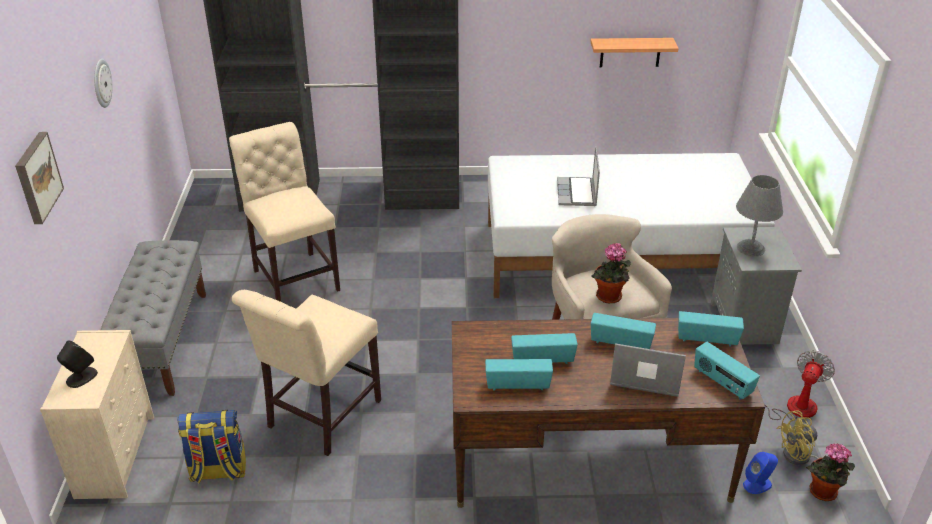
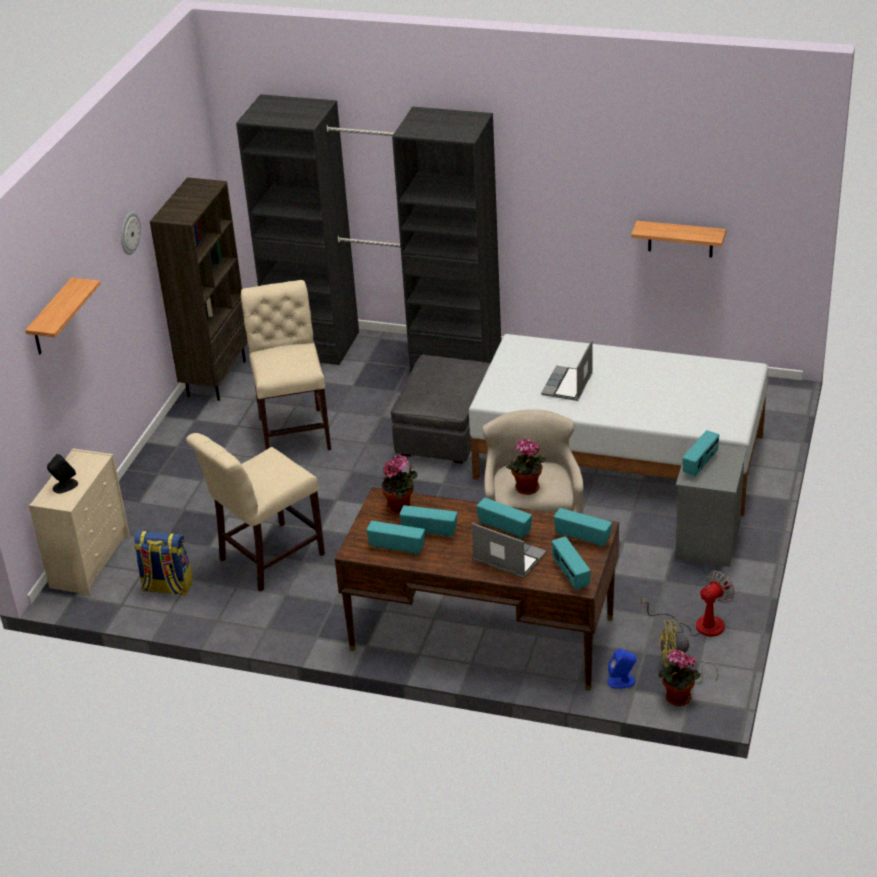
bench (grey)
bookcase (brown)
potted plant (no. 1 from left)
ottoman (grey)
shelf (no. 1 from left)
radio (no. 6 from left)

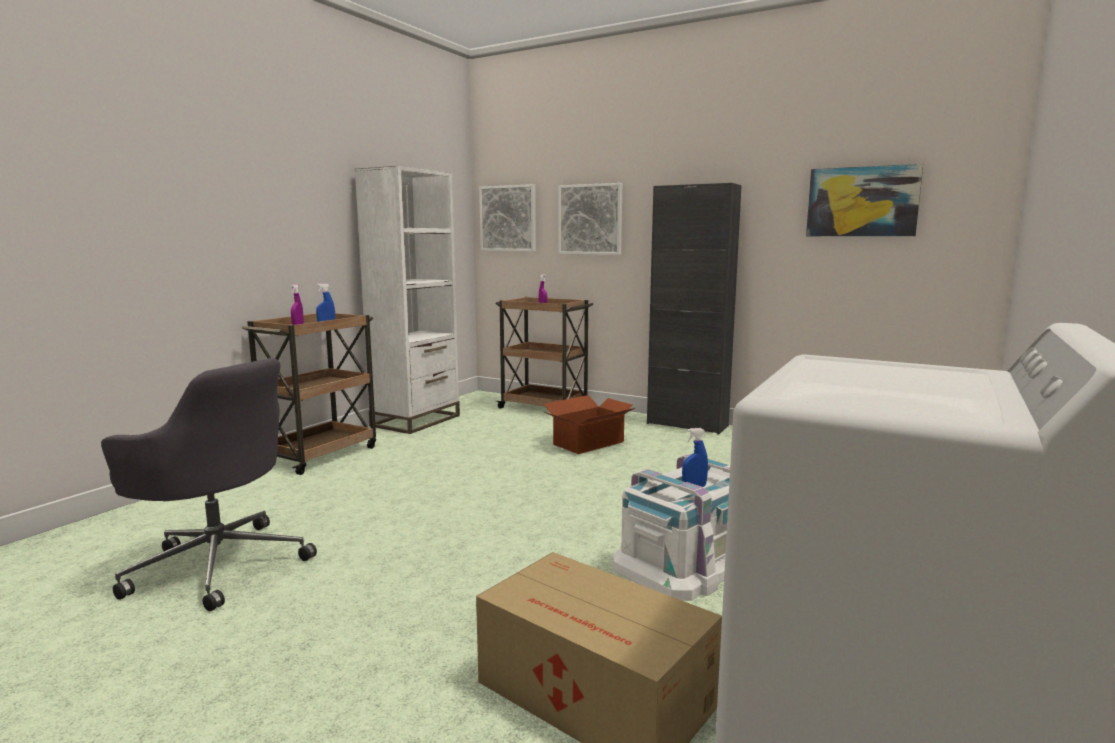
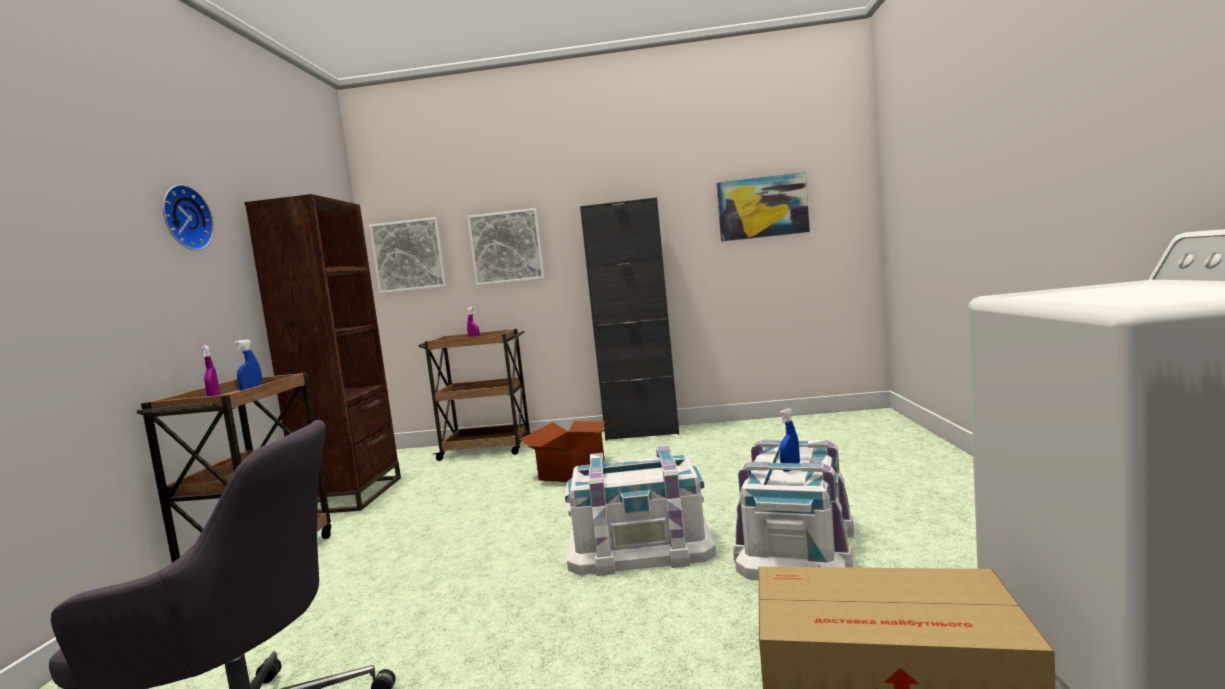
wall clock
storage box (white) (no. 1 from left)
bookcase (brown)

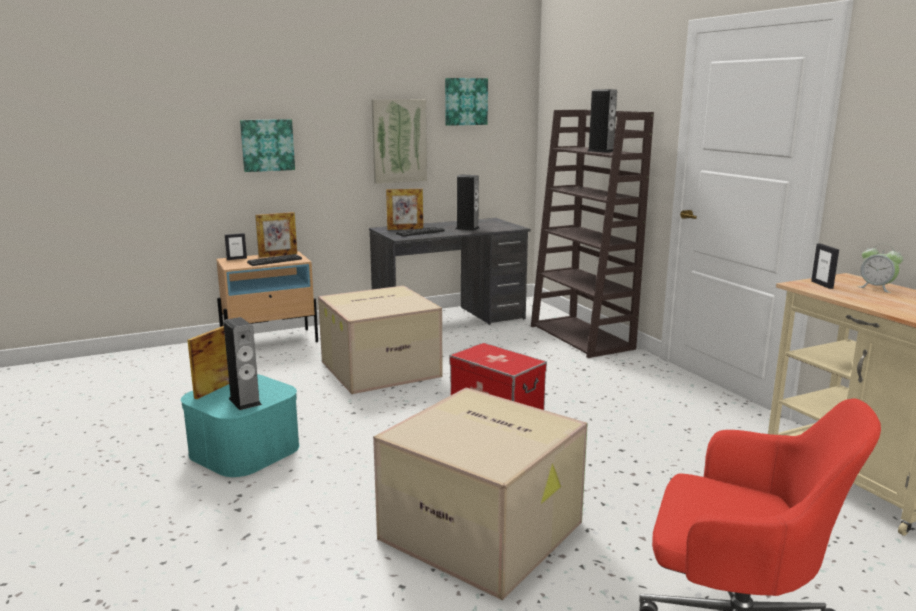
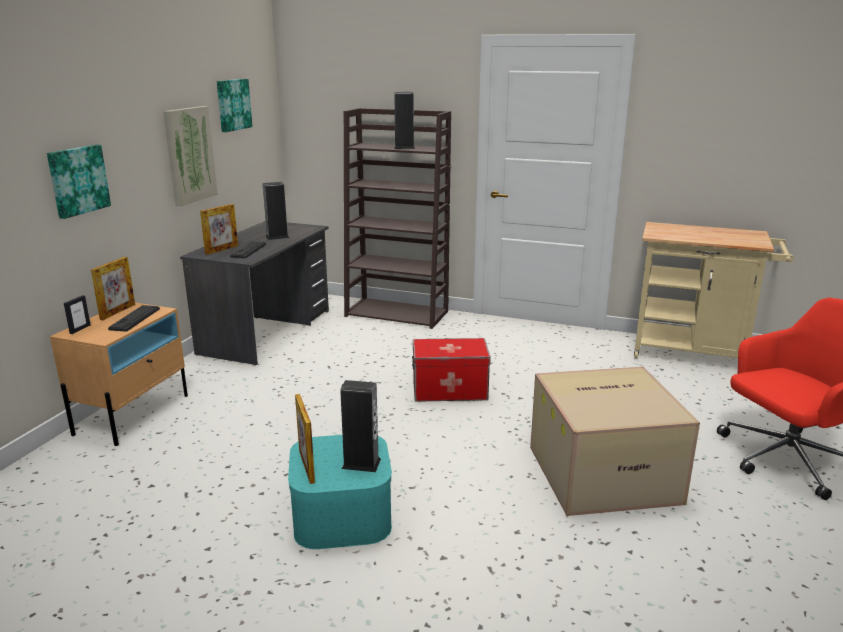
cardboard box (no. 1 from left in the first image)
picture frame (no. 5 from left in the first image)
alarm clock

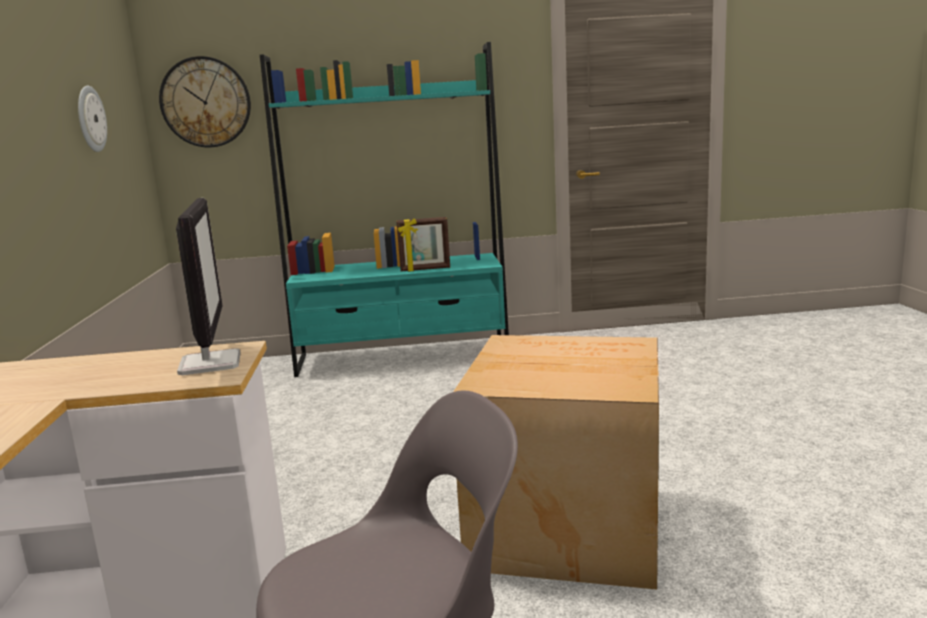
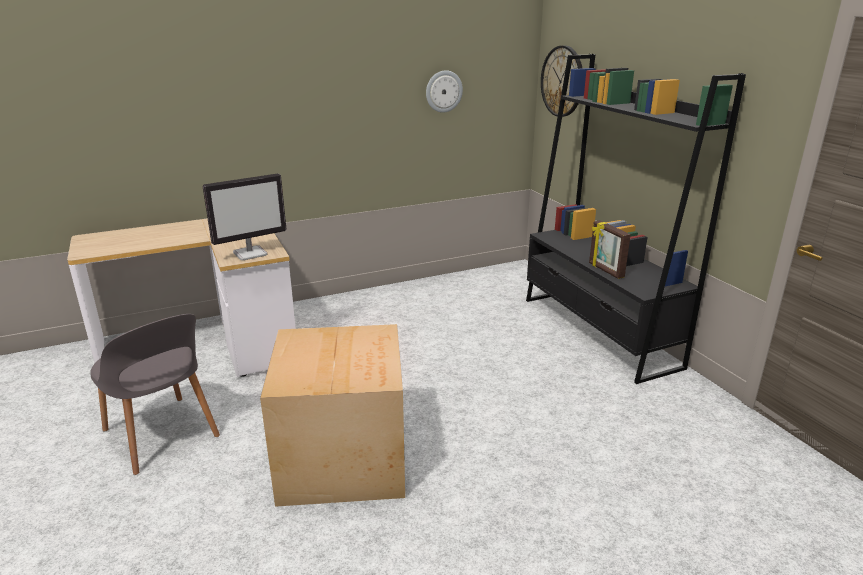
bookcase (black)

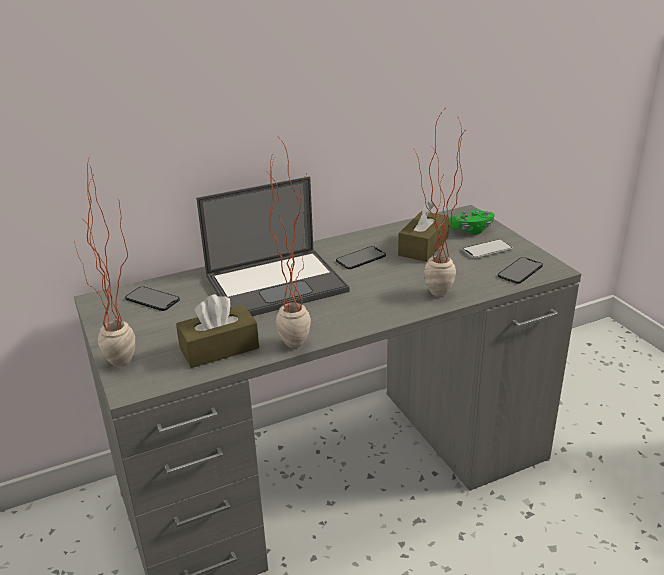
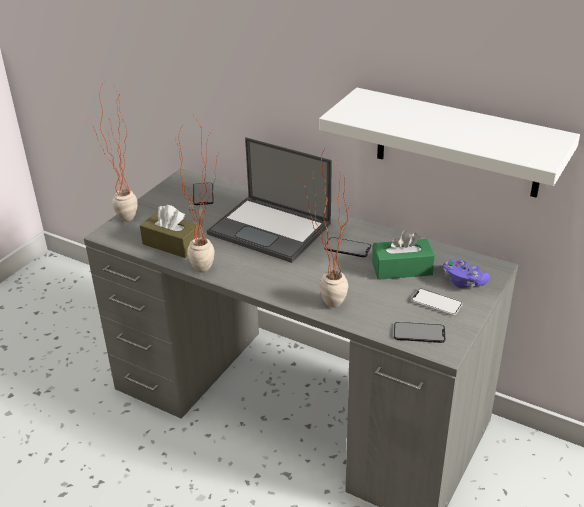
shelf (white)
tissue box (green)
game controller (purple)

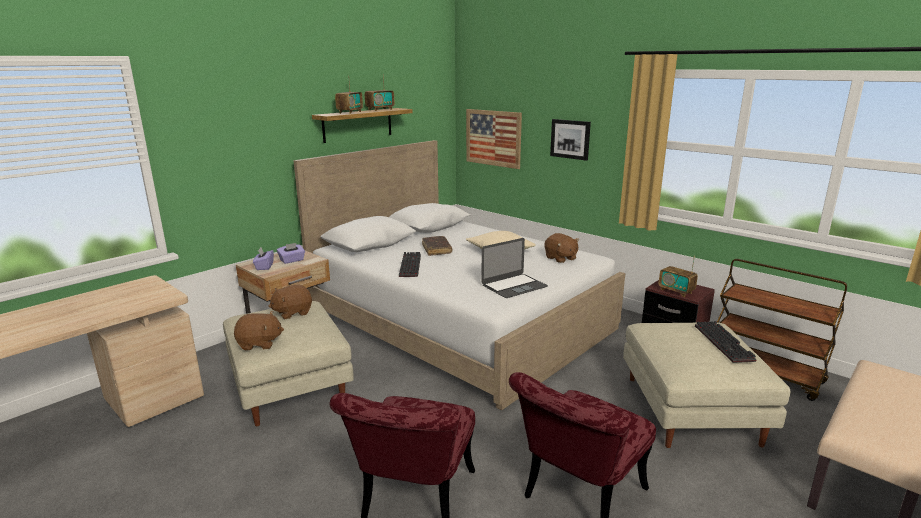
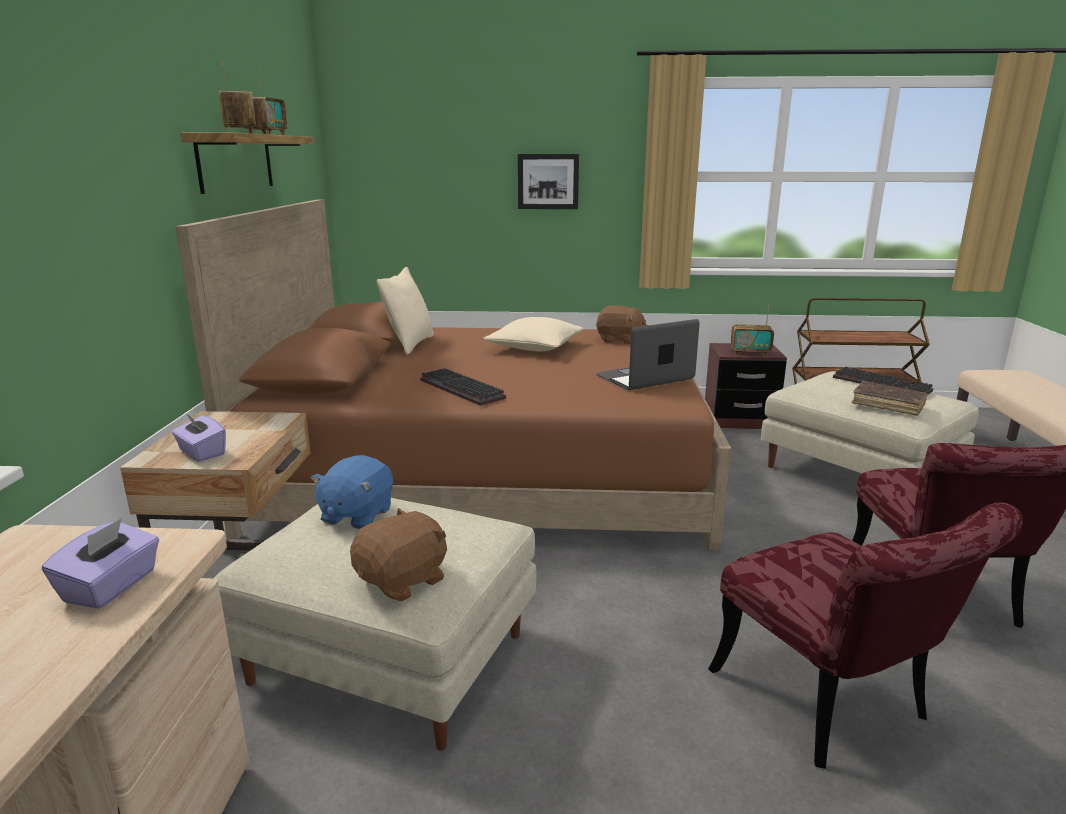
picture (no. 1 from left in the first image)
pillow (beige) (no. 1 from left)
tissue box (purple) (no. 1 from left)
book (brown)
plush toy (blue)
bed (brown)
laptop

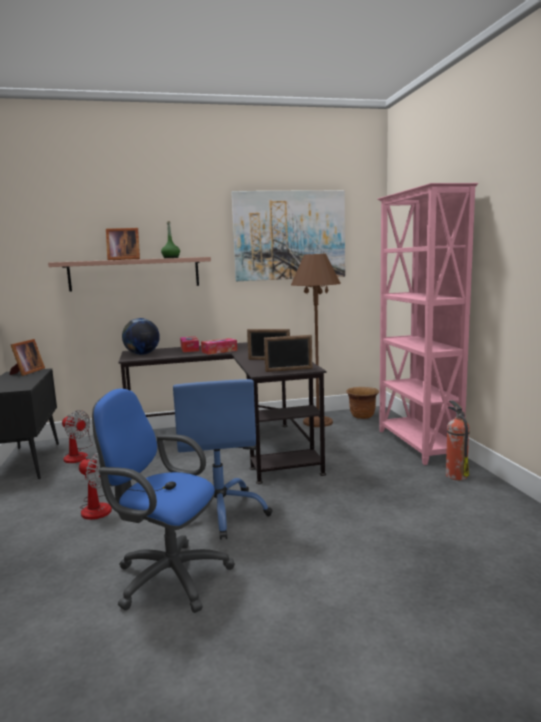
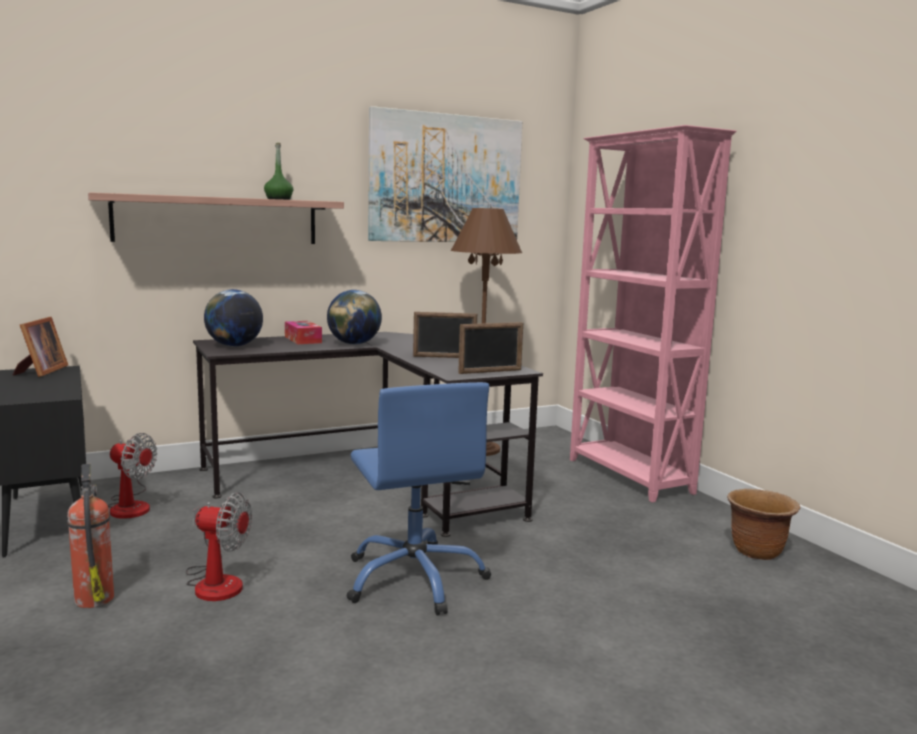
office chair (blue) (no. 1 from left in the first image)
picture frame (no. 2 from left in the first image)
planter (brown)
fire extinguisher
globe (no. 2 from left)

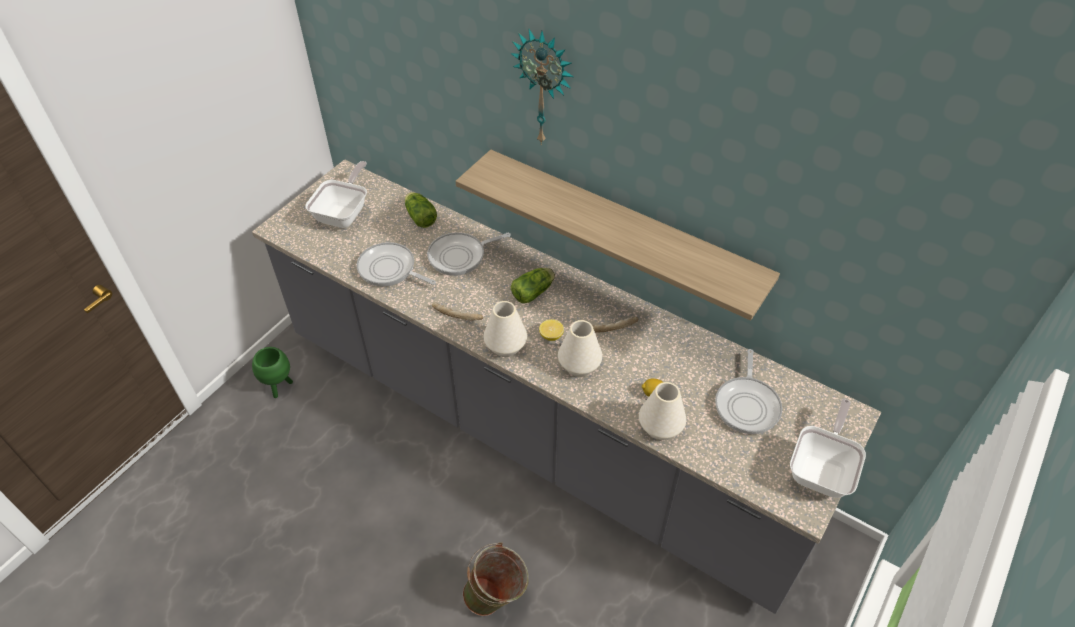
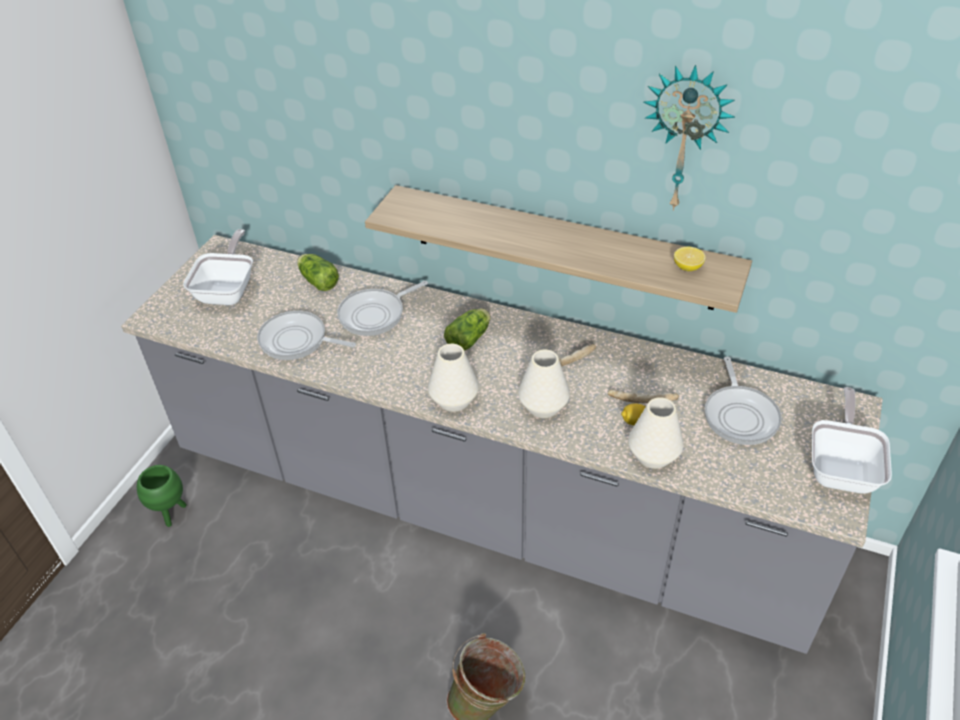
bread (no. 2 from left)
wall clock
lemon (no. 2 from left)

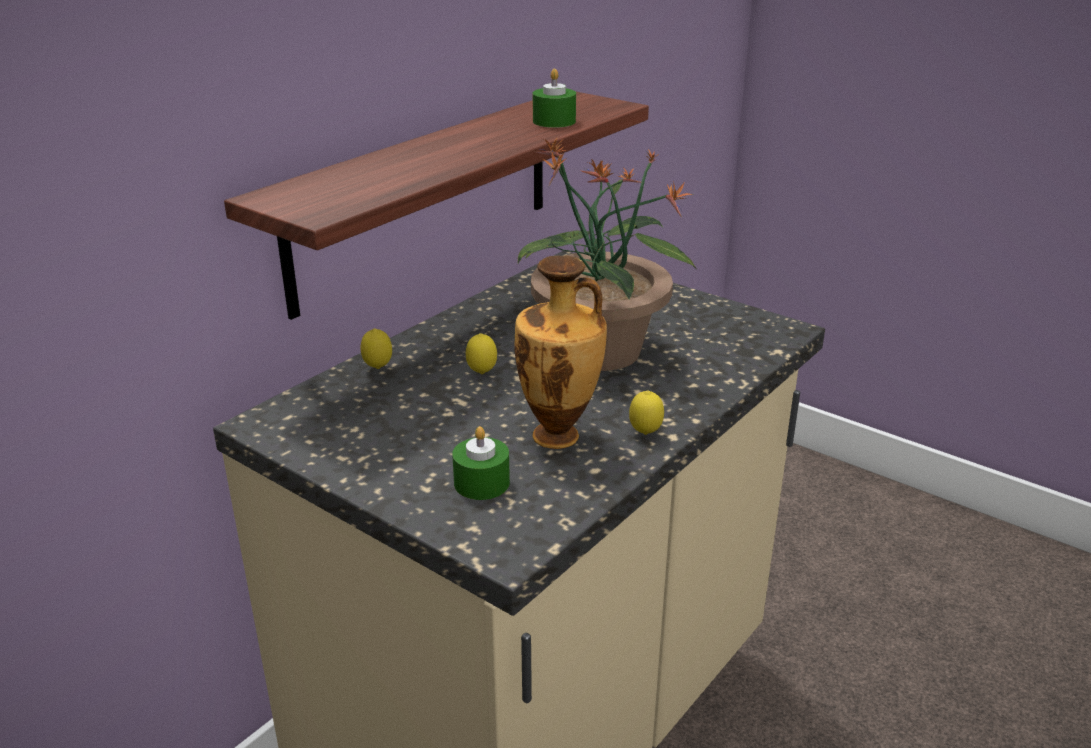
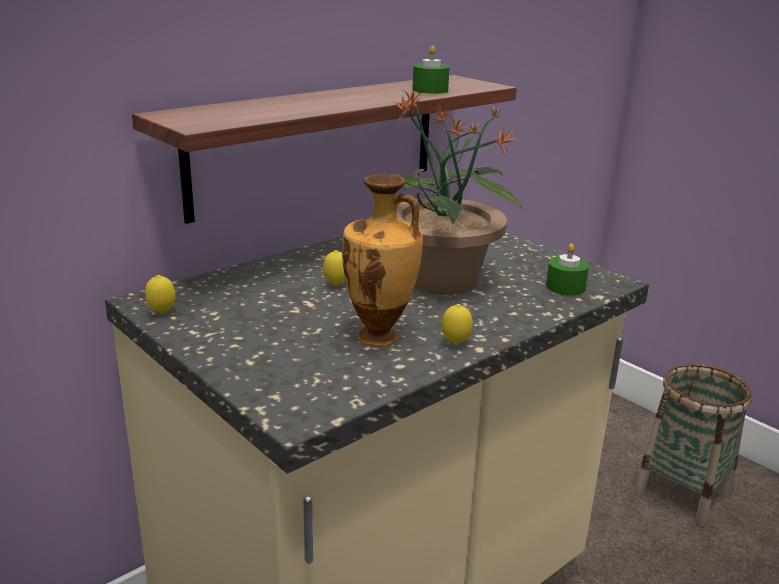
basket
lemon (no. 1 from left)
candle (green) (no. 2 from left)

